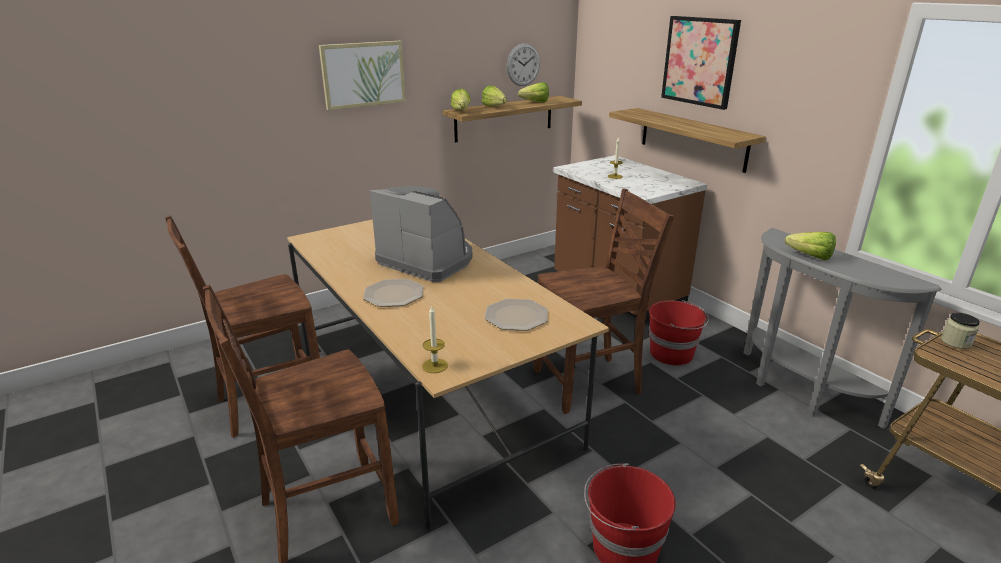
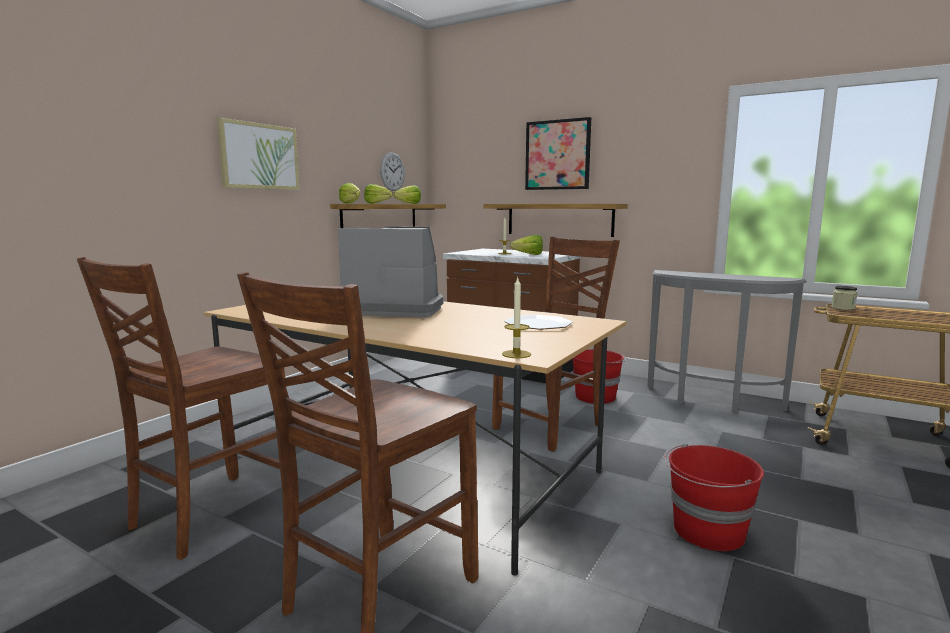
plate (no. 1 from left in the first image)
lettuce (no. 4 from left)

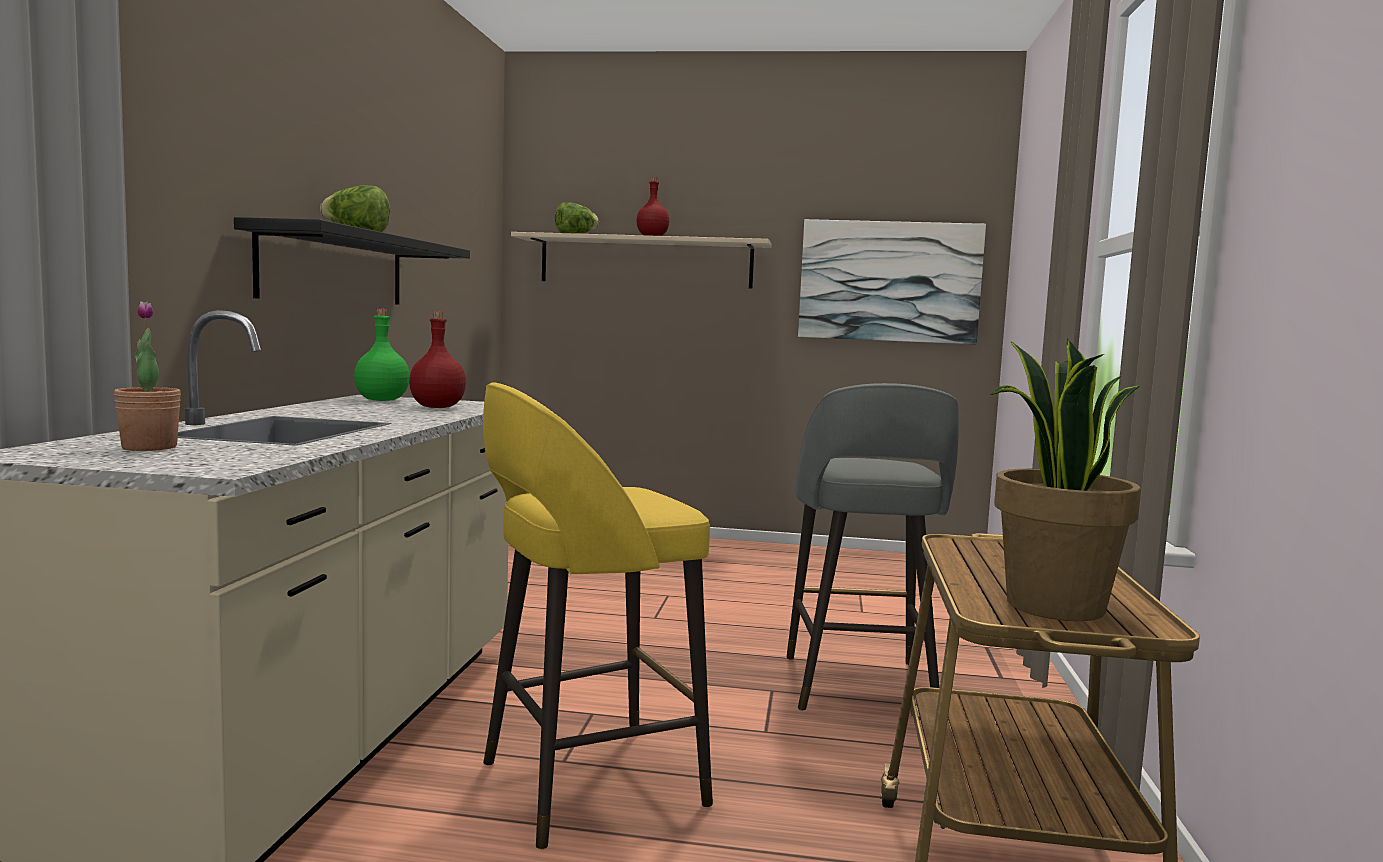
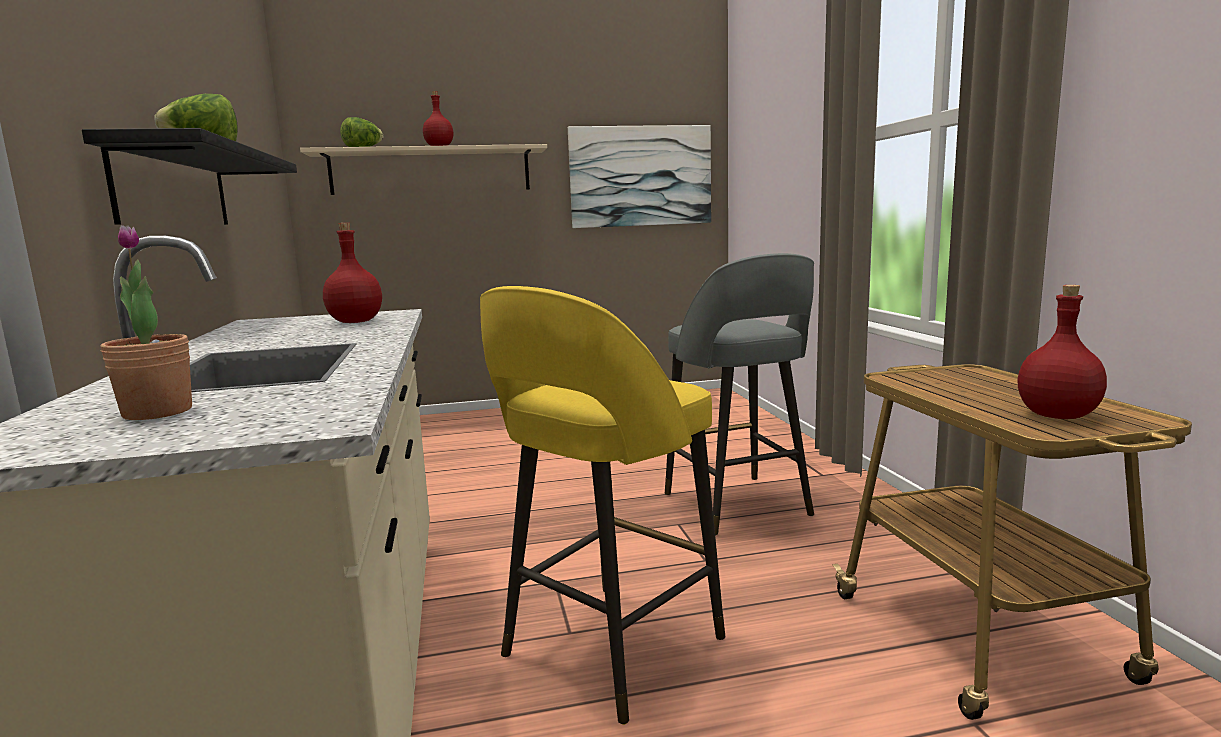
bottle (green)
bottle (red) (no. 3 from left)

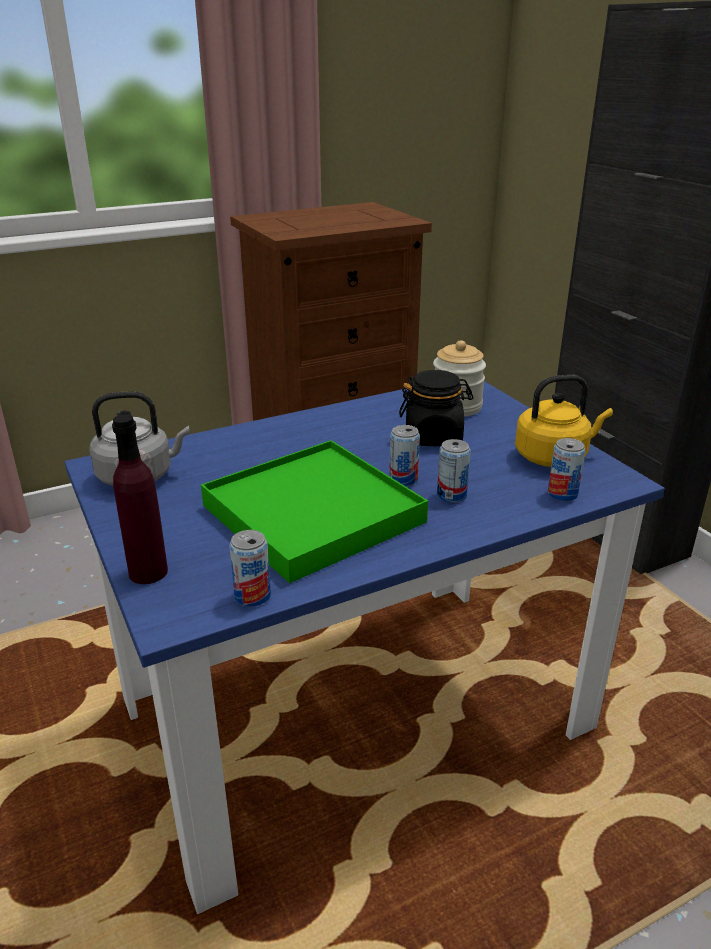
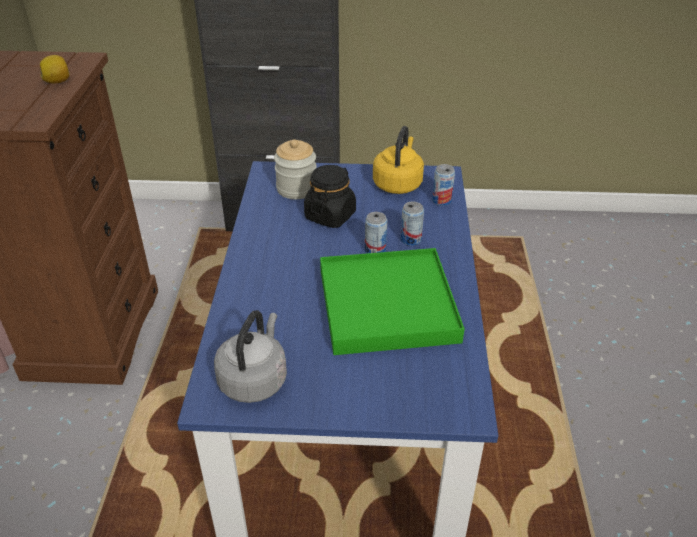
bottle (purple)
can (no. 1 from left in the first image)
lemon

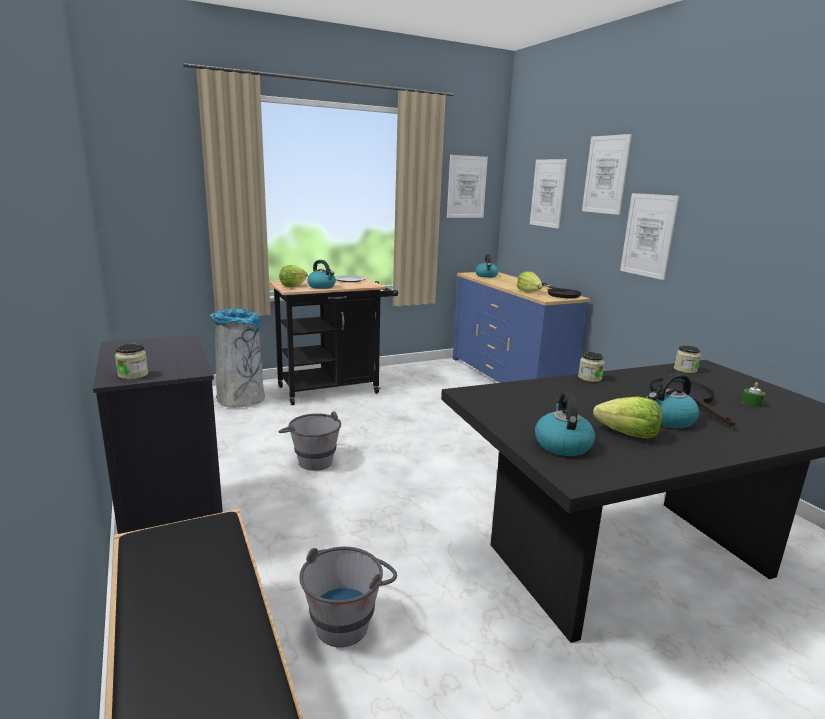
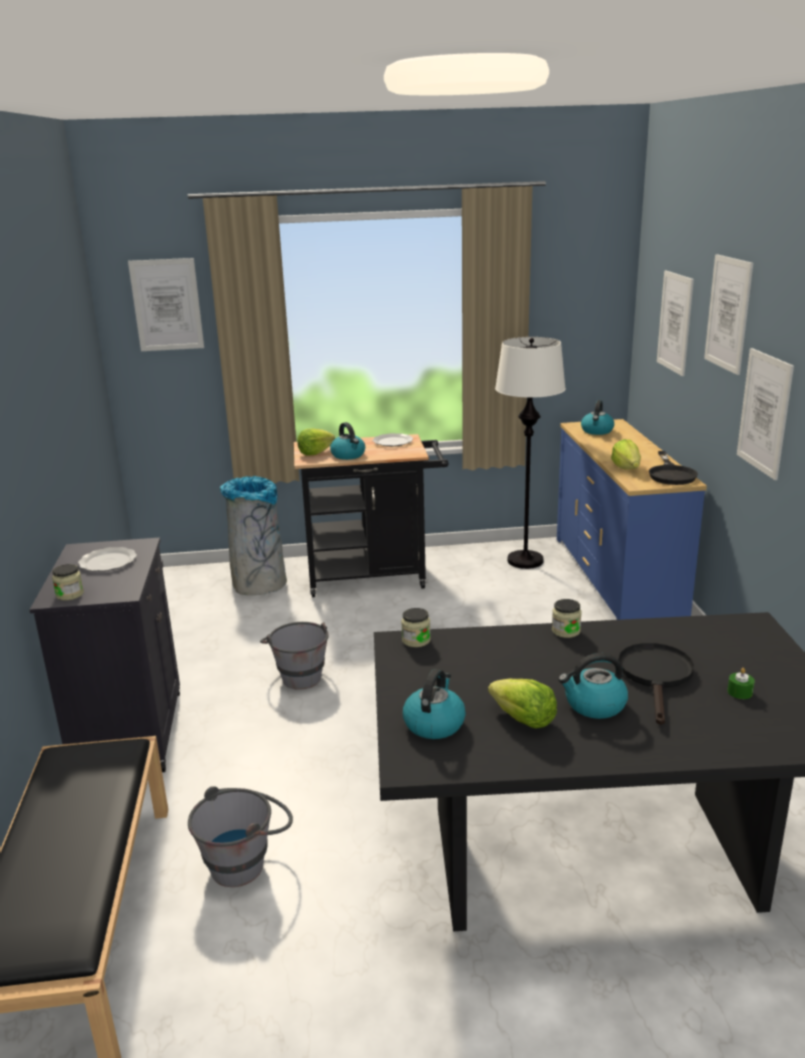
plate (no. 1 from left)
floor lamp (white)
picture (no. 1 from left)
jar (no. 2 from left)

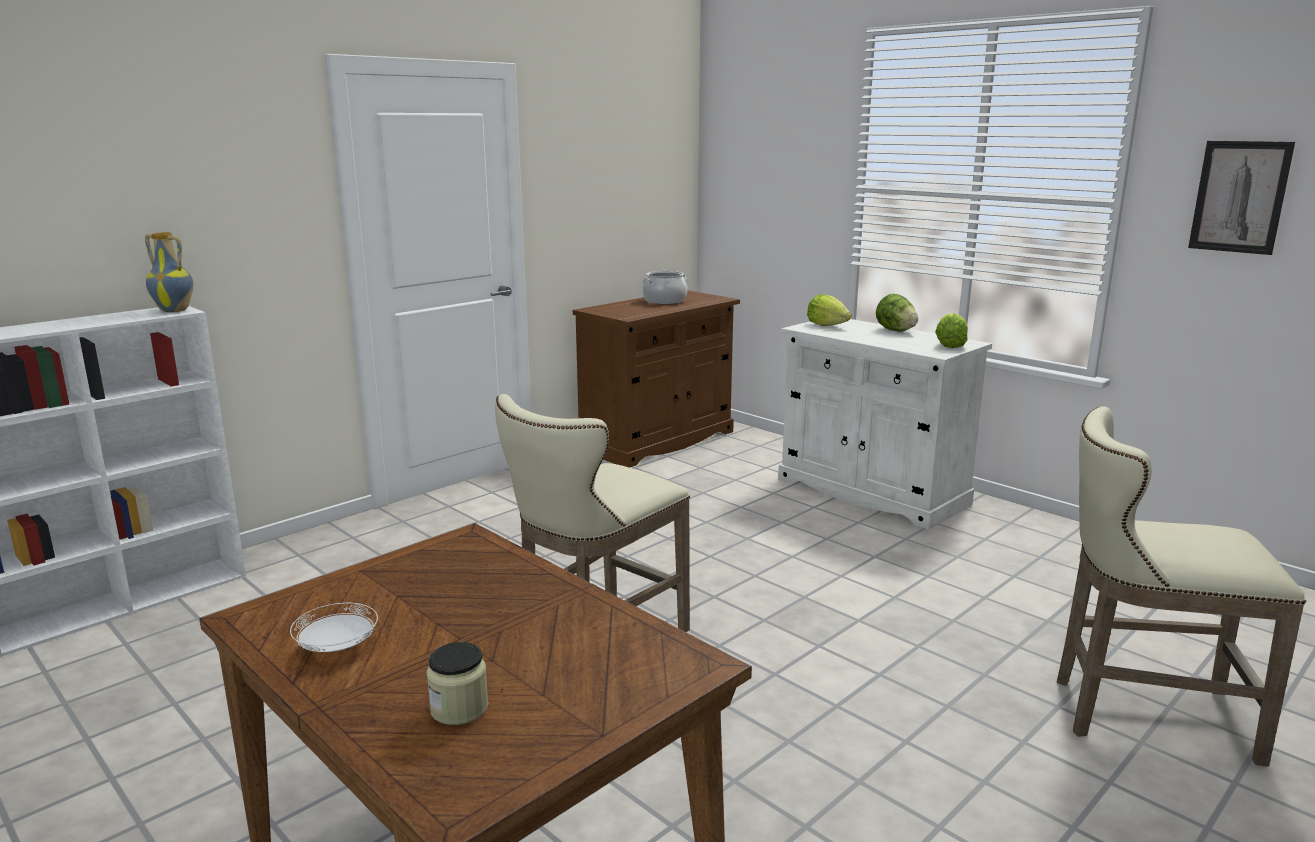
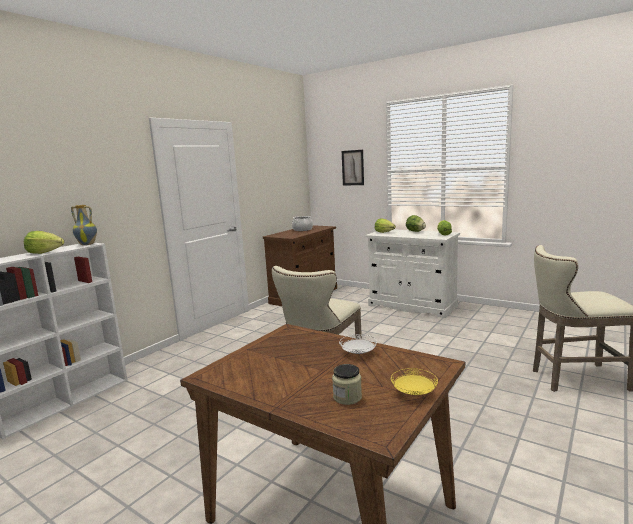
lettuce (no. 1 from left)
plate (yellow)
plate (white)
picture

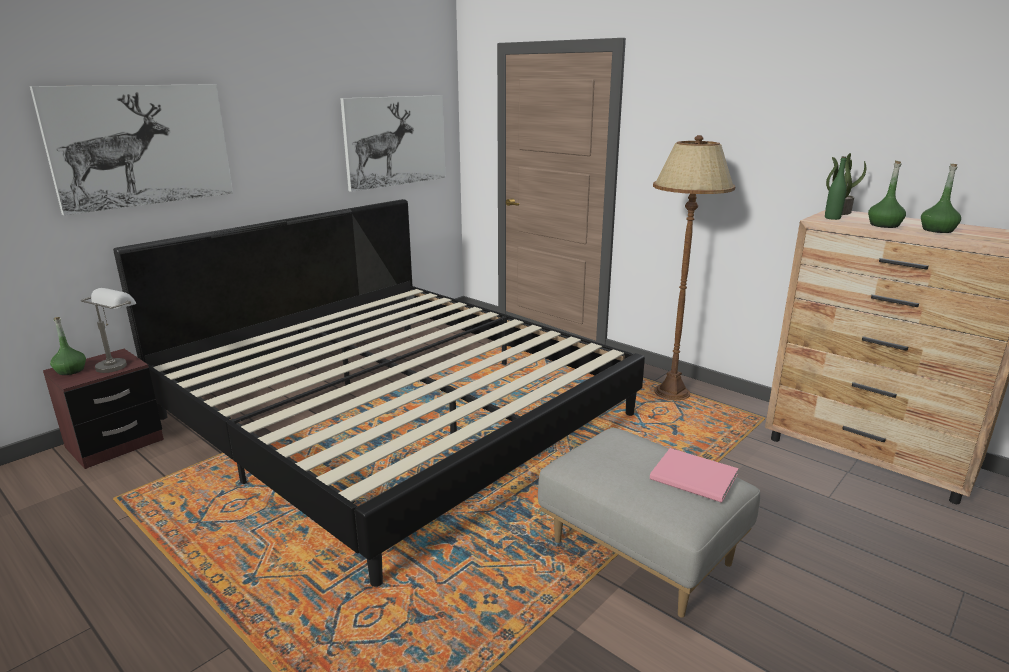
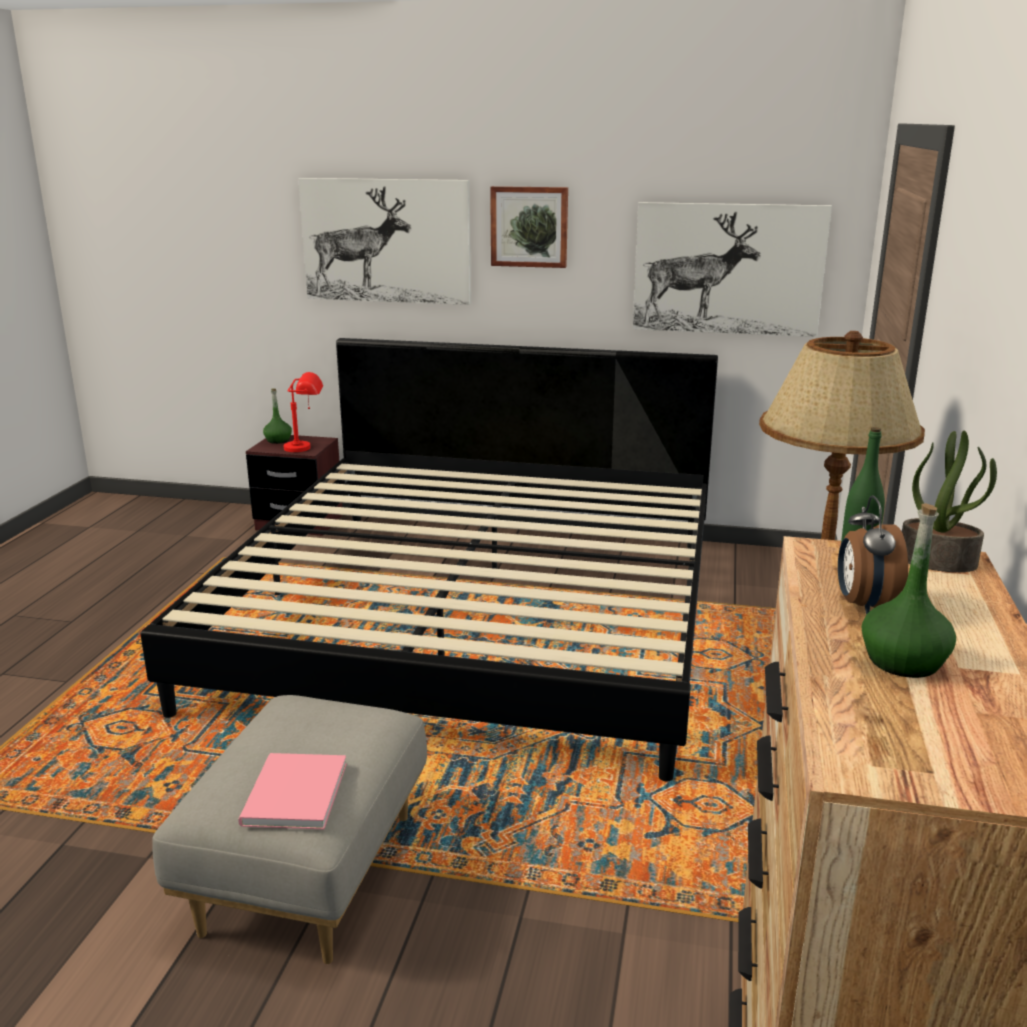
picture (no. 2 from left)
alarm clock
table lamp (red)

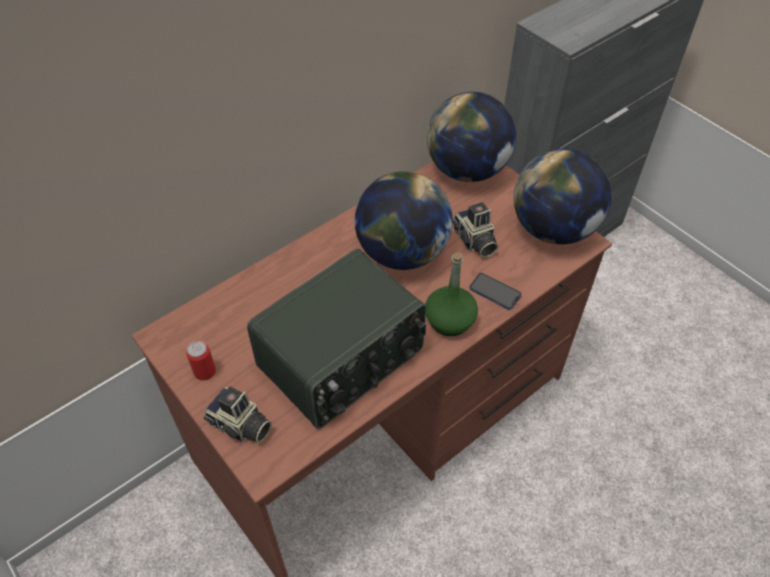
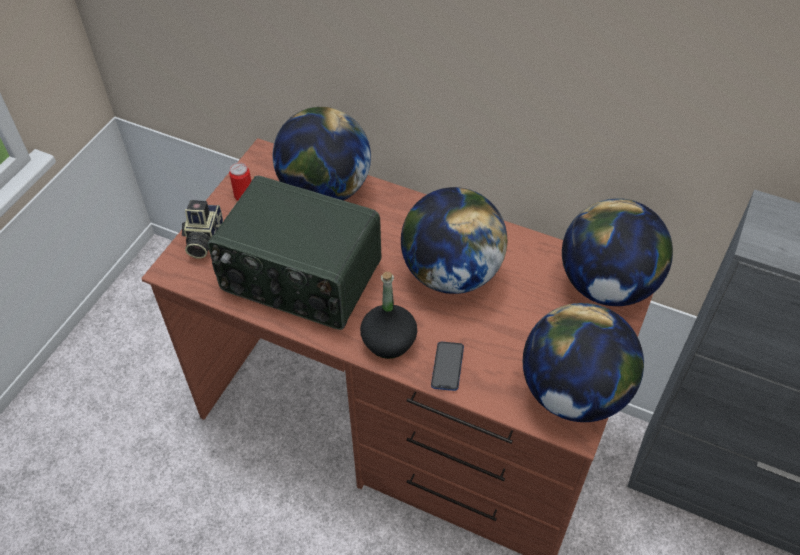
photo camera (no. 2 from left in the first image)
globe (no. 1 from left)
bottle (black)

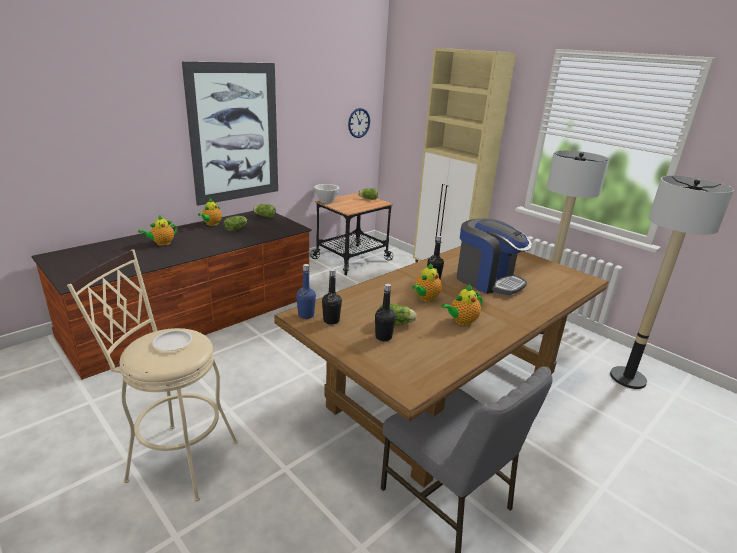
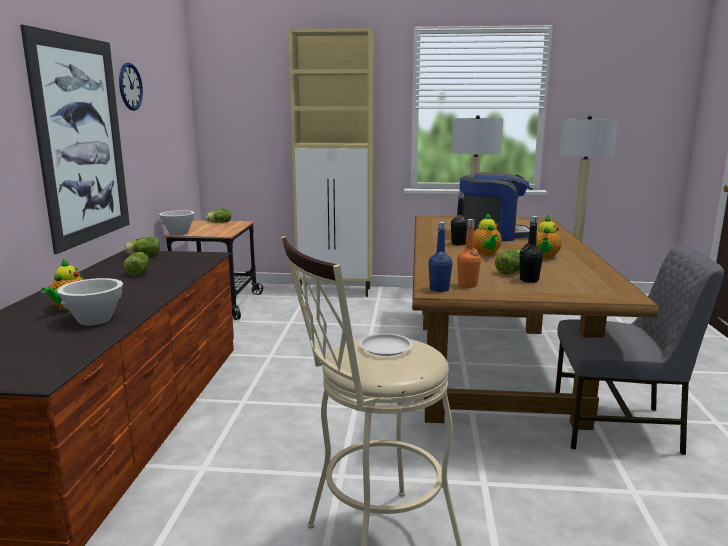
teapot (no. 2 from left in the first image)
bowl (white) (no. 1 from left)
wall clock
bottle (orange)

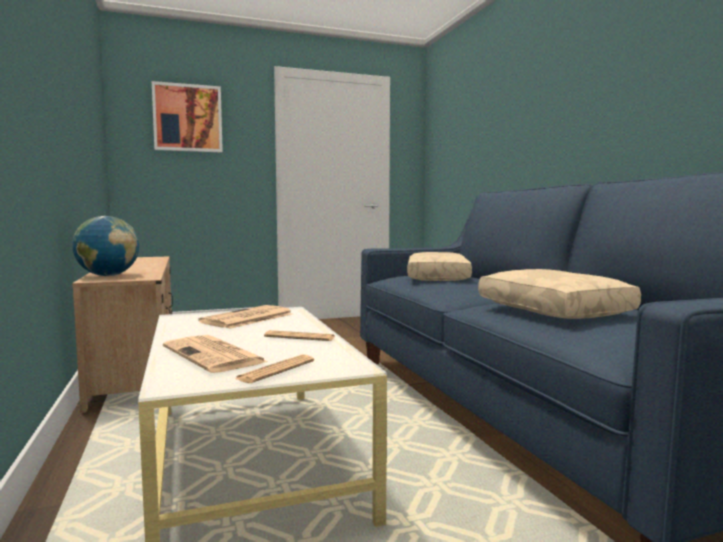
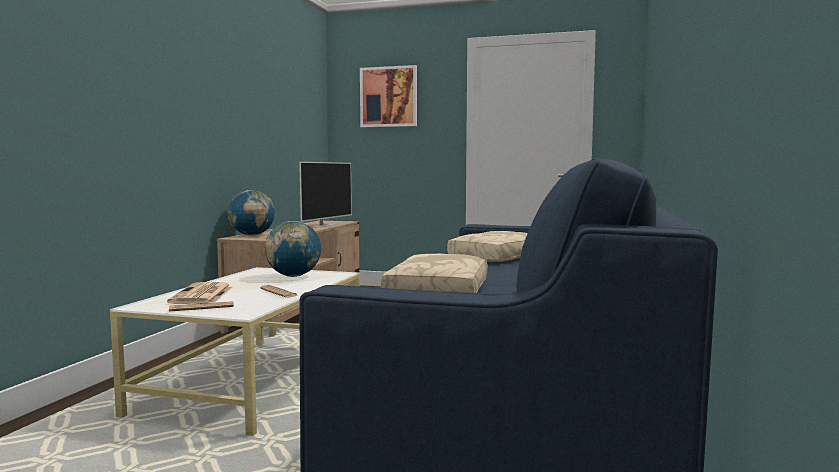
television
globe (no. 2 from left)

